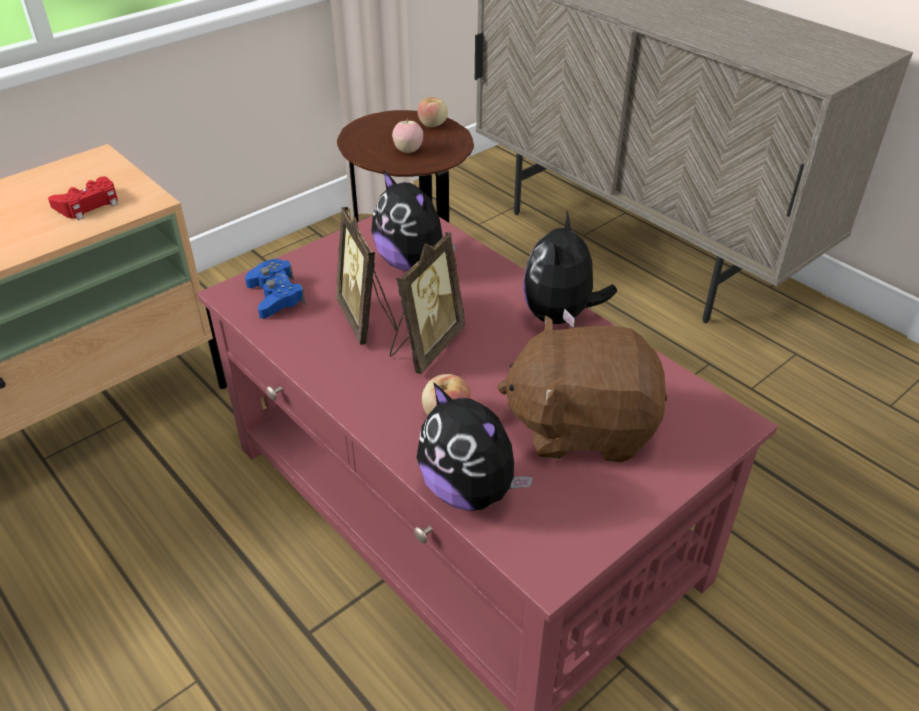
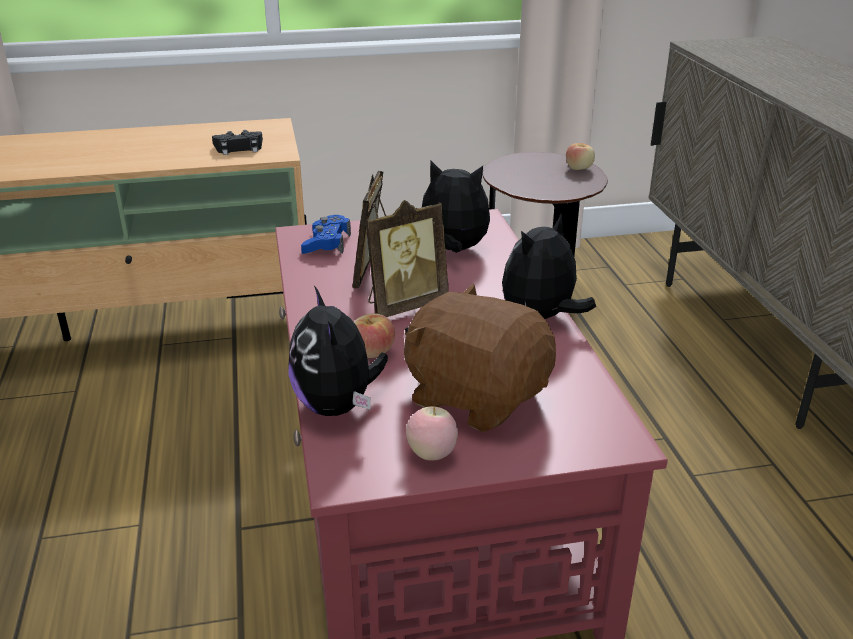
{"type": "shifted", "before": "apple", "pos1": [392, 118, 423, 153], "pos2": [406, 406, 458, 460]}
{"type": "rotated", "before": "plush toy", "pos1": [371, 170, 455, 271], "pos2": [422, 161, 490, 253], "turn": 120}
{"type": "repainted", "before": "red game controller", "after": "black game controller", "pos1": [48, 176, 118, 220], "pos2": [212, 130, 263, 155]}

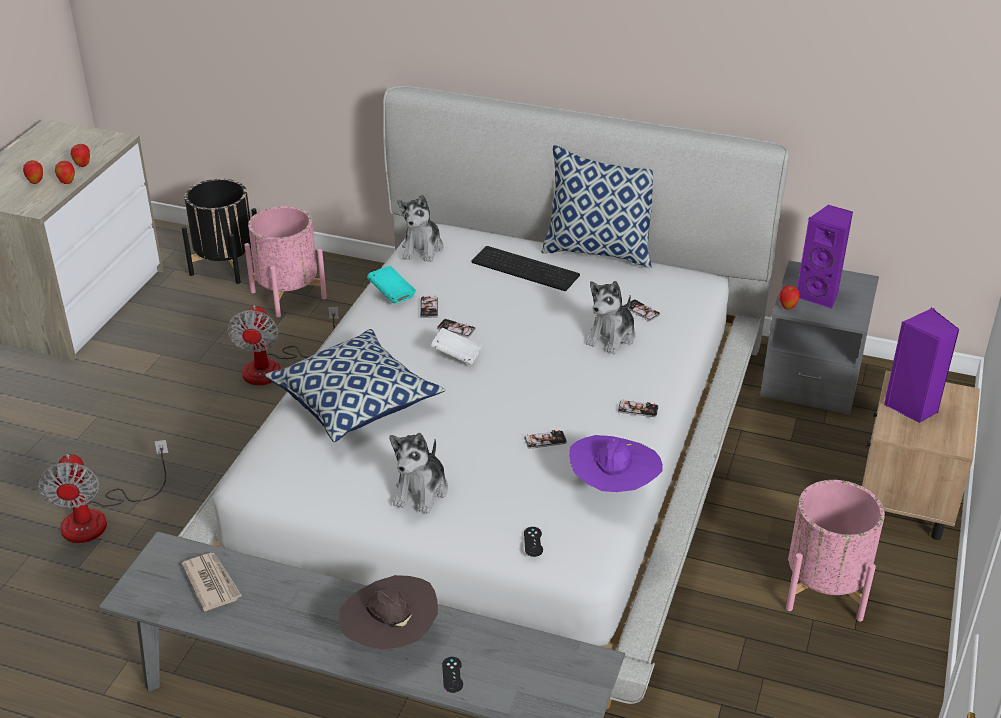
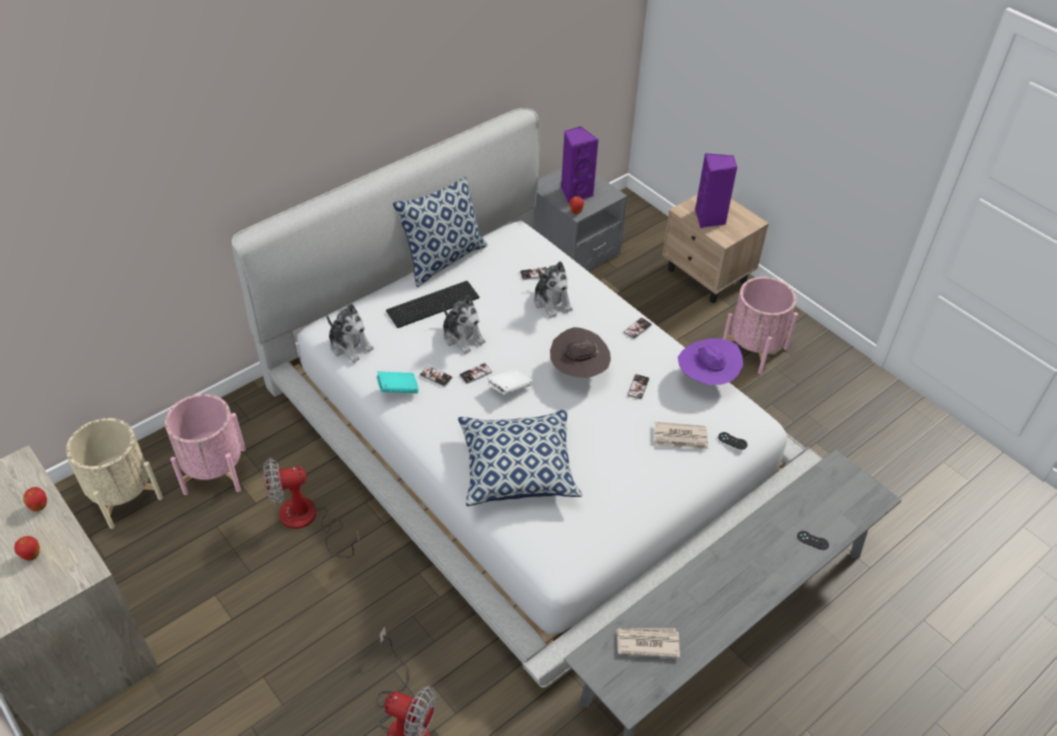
{"type": "gone", "before": "apple", "pos1": [55, 161, 75, 184]}
{"type": "repainted", "before": "black planter", "after": "beige planter", "pos1": [182, 179, 257, 284], "pos2": [66, 418, 163, 529]}
{"type": "rotated", "before": "fan", "pos1": [227, 305, 339, 385], "pos2": [263, 458, 360, 558], "turn": 135}
{"type": "shifted", "before": "plush toy", "pos1": [389, 433, 448, 514], "pos2": [443, 295, 486, 354]}
{"type": "shifted", "before": "brown hat", "pos1": [339, 575, 438, 650], "pos2": [550, 327, 611, 378]}
{"type": "new", "after": "newspaper", "pos2": [654, 422, 709, 449]}

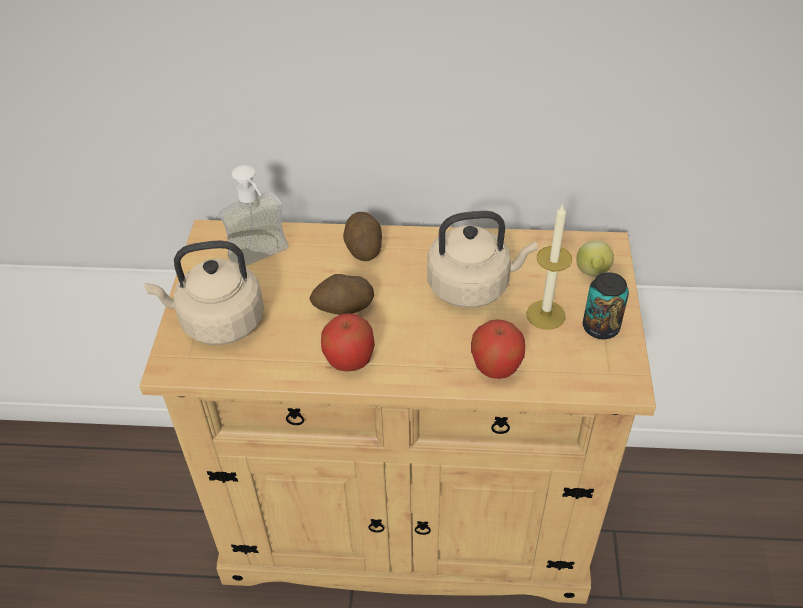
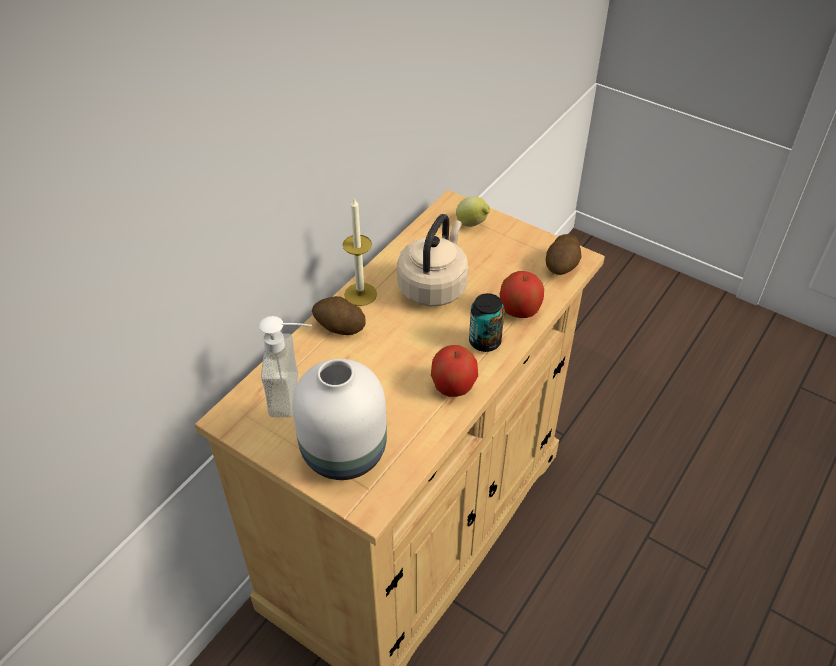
{"type": "shifted", "before": "candle", "pos1": [526, 204, 572, 330], "pos2": [343, 198, 377, 306]}
{"type": "swapped", "before": "beige kettle", "after": "white vase", "pos1": [145, 241, 264, 345], "pos2": [292, 359, 387, 480]}
{"type": "shifted", "before": "can", "pos1": [583, 272, 629, 339], "pos2": [469, 293, 505, 352]}
{"type": "shifted", "before": "potato", "pos1": [309, 274, 374, 315], "pos2": [546, 234, 582, 275]}

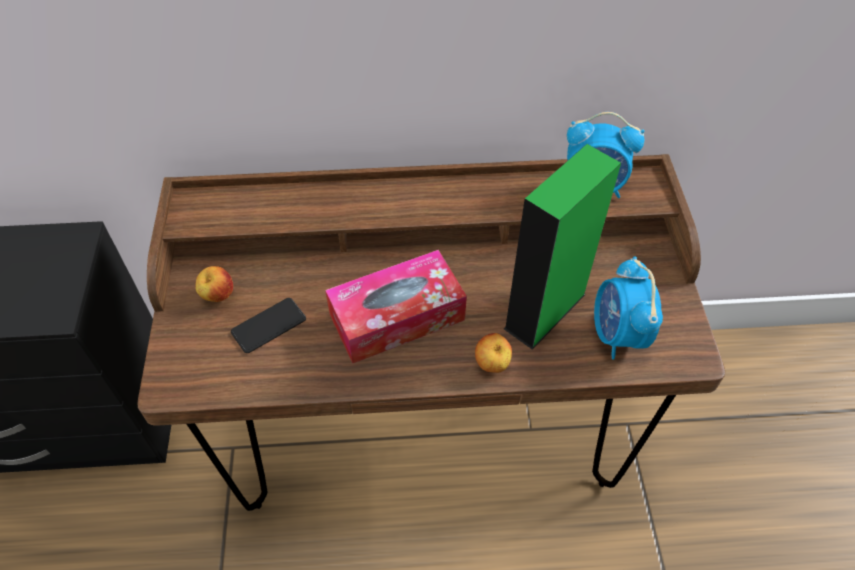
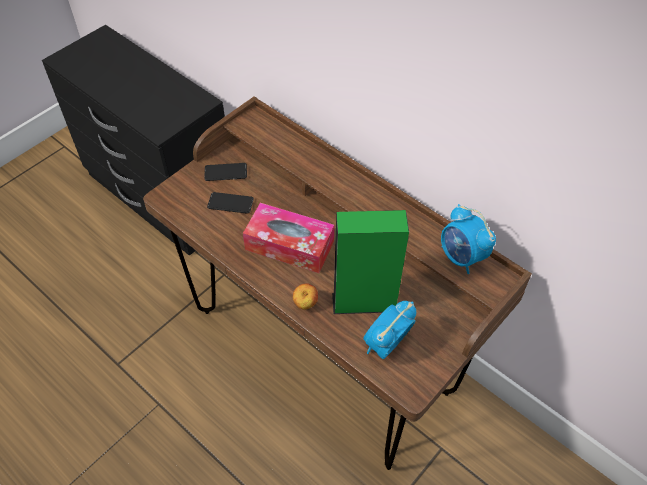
{"type": "swapped", "before": "apple", "after": "phone", "pos1": [195, 266, 233, 302], "pos2": [205, 163, 247, 181]}

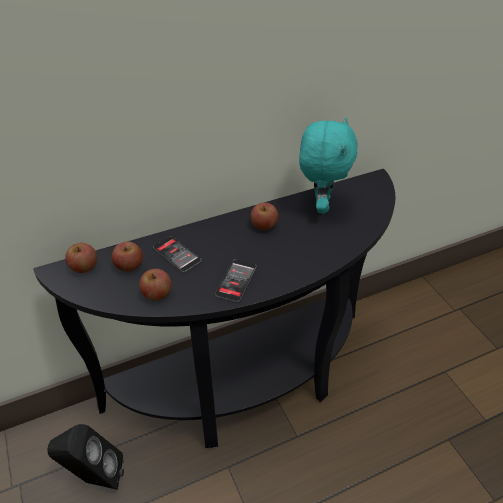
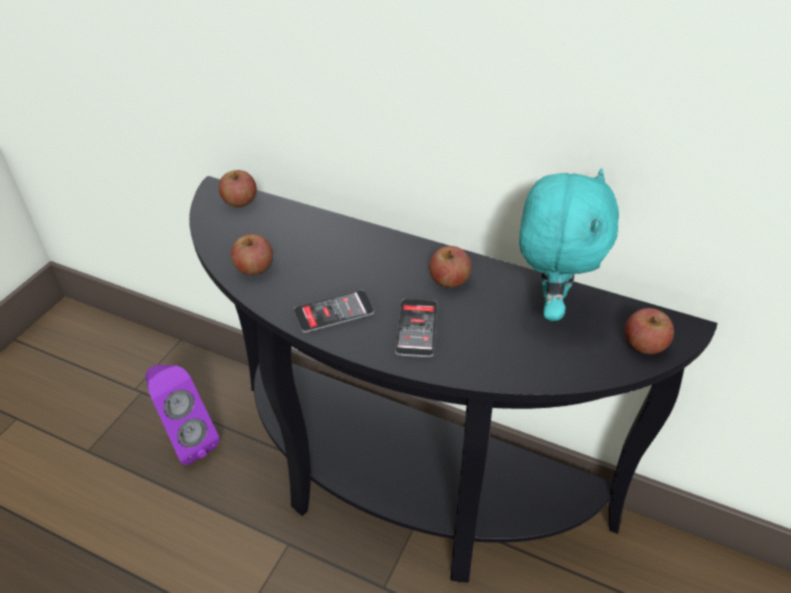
{"type": "rotated", "before": "turquoise plush toy", "pos1": [299, 117, 358, 214], "pos2": [519, 168, 619, 321], "turn": -45}
{"type": "shifted", "before": "phone", "pos1": [153, 236, 202, 272], "pos2": [395, 299, 437, 357]}
{"type": "shifted", "before": "apple", "pos1": [112, 242, 143, 272], "pos2": [625, 308, 674, 354]}
{"type": "repainted", "before": "black speaker", "after": "purple speaker", "pos1": [47, 424, 124, 490], "pos2": [145, 365, 219, 465]}

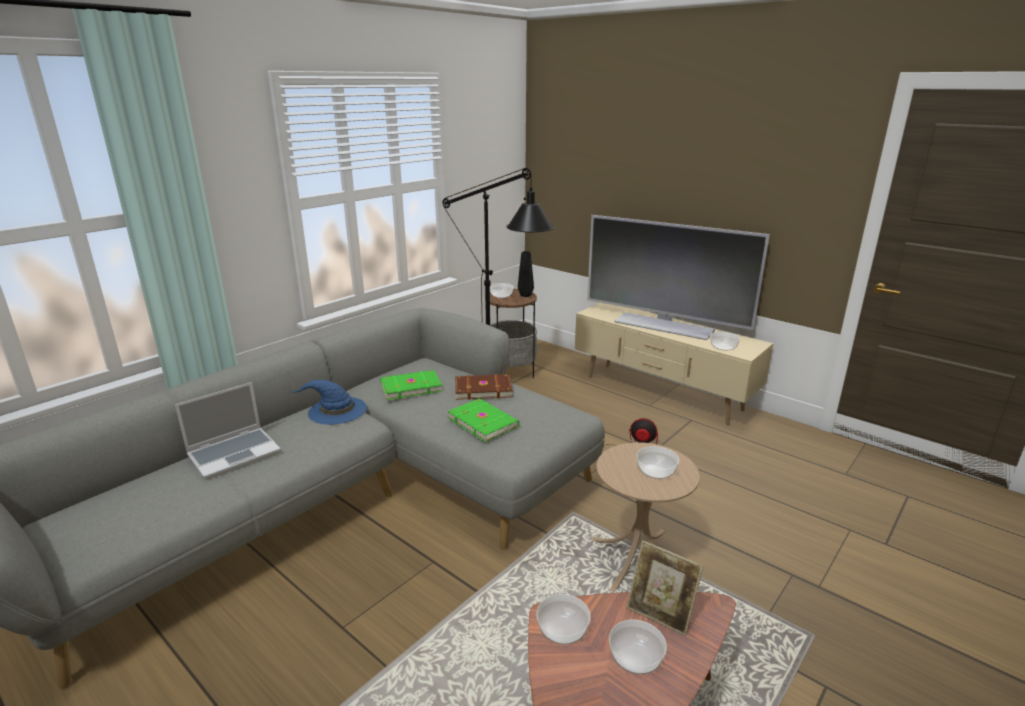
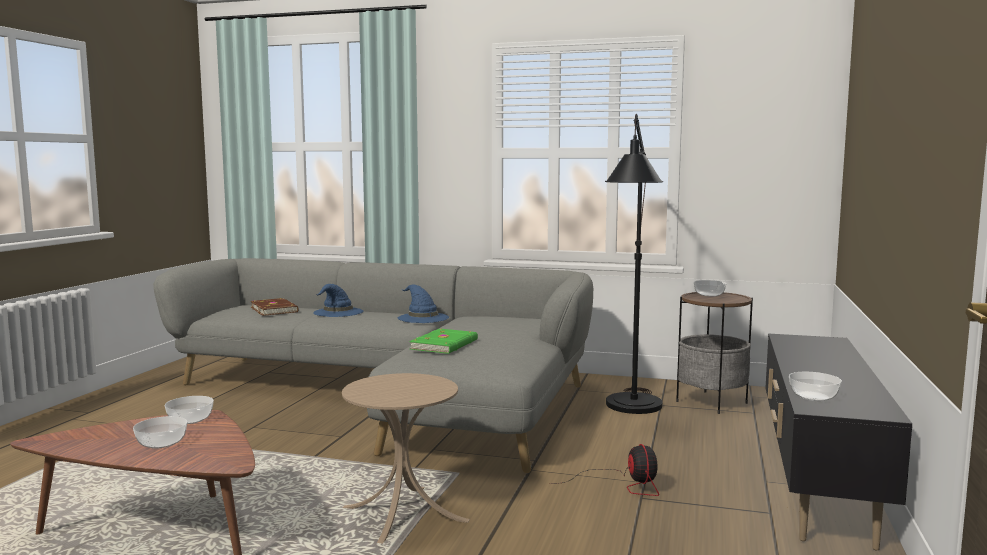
{"type": "gone", "before": "television", "pos1": [587, 215, 770, 340]}
{"type": "gone", "before": "black vase", "pos1": [518, 251, 534, 297]}
{"type": "repainted", "before": "beige tv stand", "after": "black tv stand", "pos1": [575, 303, 773, 425], "pos2": [766, 333, 912, 550]}
{"type": "gone", "before": "green book", "pos1": [380, 370, 443, 400]}
{"type": "shifted", "before": "brown book", "pos1": [455, 374, 513, 400], "pos2": [250, 298, 299, 316]}
{"type": "swapped", "before": "laptop", "after": "blue hat", "pos1": [175, 382, 281, 479], "pos2": [313, 284, 363, 317]}
{"type": "gone", "before": "bowl", "pos1": [636, 446, 679, 479]}
{"type": "gone", "before": "picture frame", "pos1": [626, 540, 704, 636]}

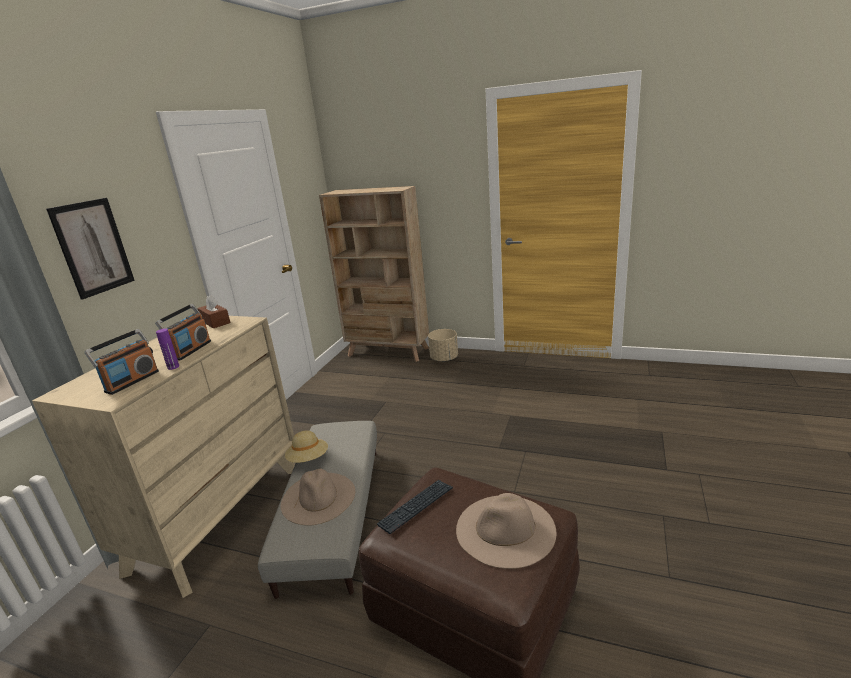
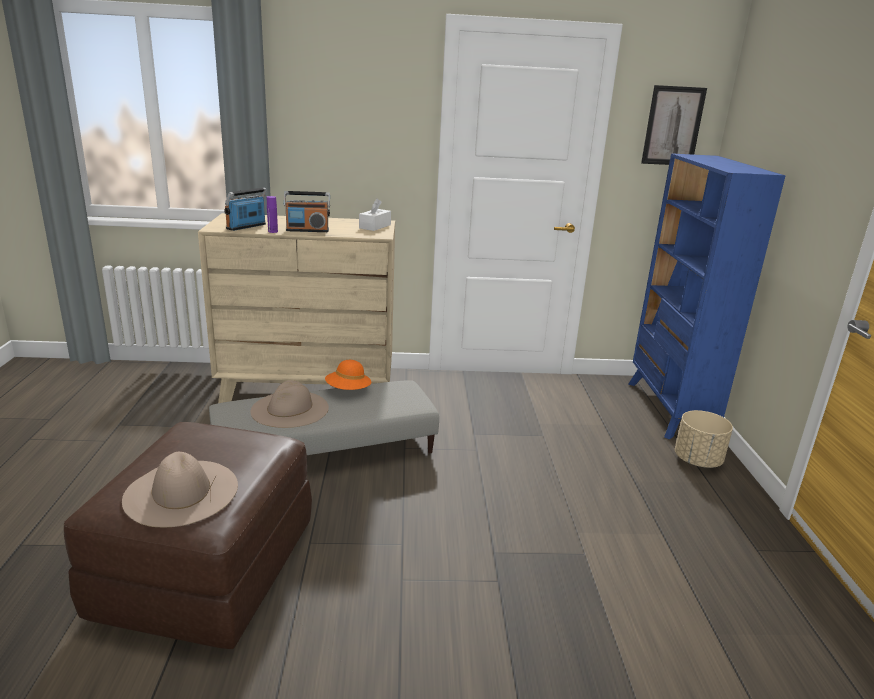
{"type": "repainted", "before": "beige bookcase", "after": "blue bookcase", "pos1": [319, 186, 429, 362], "pos2": [628, 153, 786, 439]}
{"type": "shifted", "before": "picture", "pos1": [46, 198, 135, 300], "pos2": [641, 85, 707, 165]}
{"type": "repainted", "before": "brown tissue box", "after": "white tissue box", "pos1": [197, 295, 230, 328], "pos2": [359, 198, 391, 231]}
{"type": "rotated", "before": "radio", "pos1": [85, 329, 159, 395], "pos2": [224, 187, 267, 231], "turn": 120}
{"type": "repainted", "before": "beige hat", "after": "orange hat", "pos1": [285, 430, 328, 463], "pos2": [325, 360, 371, 390]}
{"type": "gone", "before": "keyboard", "pos1": [377, 480, 453, 534]}

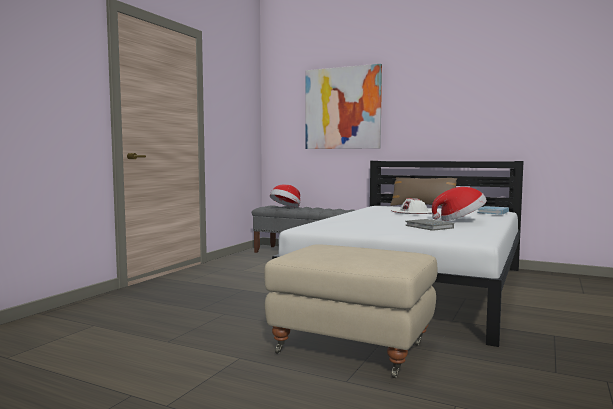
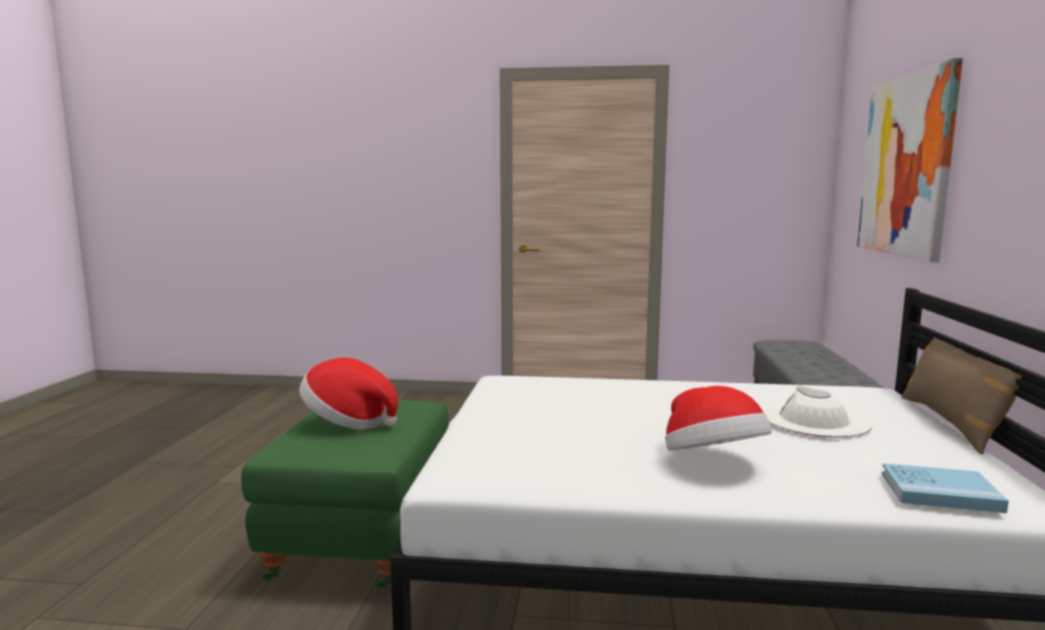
{"type": "shifted", "before": "hat", "pos1": [270, 184, 300, 207], "pos2": [299, 358, 398, 430]}
{"type": "gone", "before": "grey book", "pos1": [405, 219, 454, 231]}
{"type": "repainted", "before": "beige ottoman", "after": "green ottoman", "pos1": [264, 244, 438, 378], "pos2": [241, 400, 449, 589]}

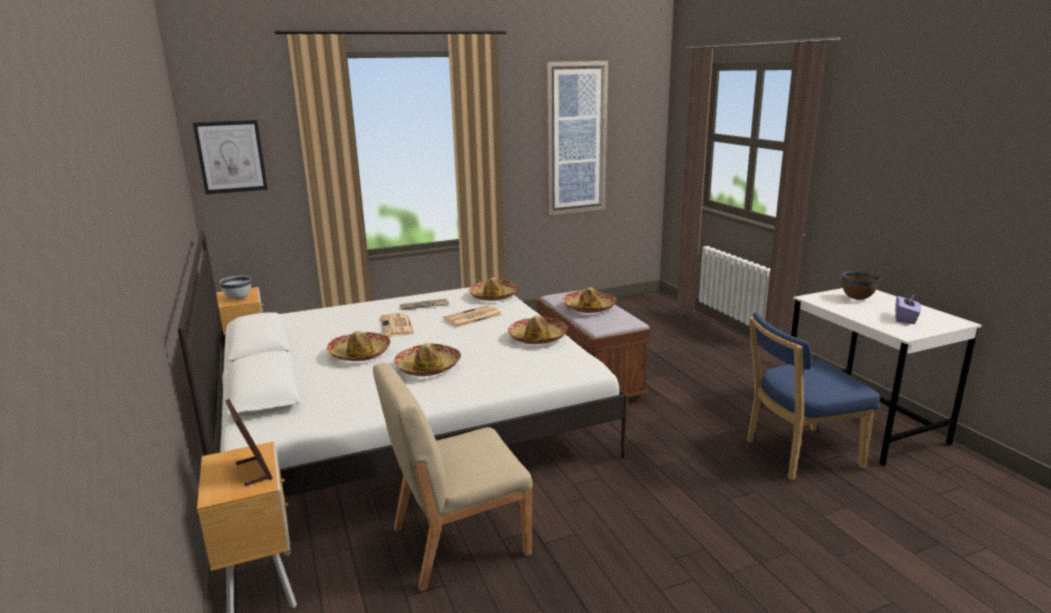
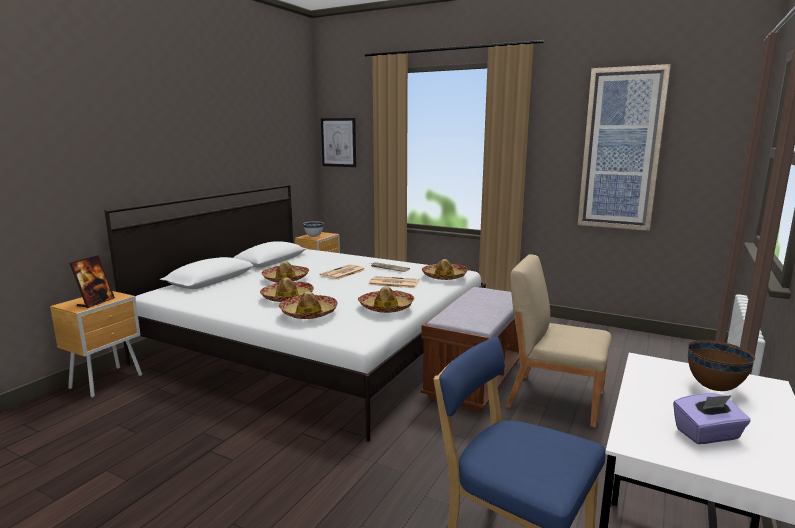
{"type": "shifted", "before": "hat", "pos1": [563, 287, 617, 313], "pos2": [278, 292, 338, 319]}
{"type": "shifted", "before": "beige chair", "pos1": [373, 363, 533, 591], "pos2": [506, 254, 612, 428]}

